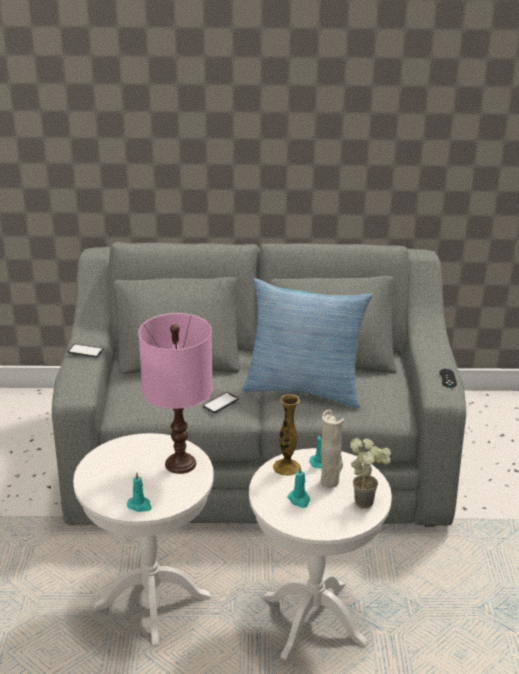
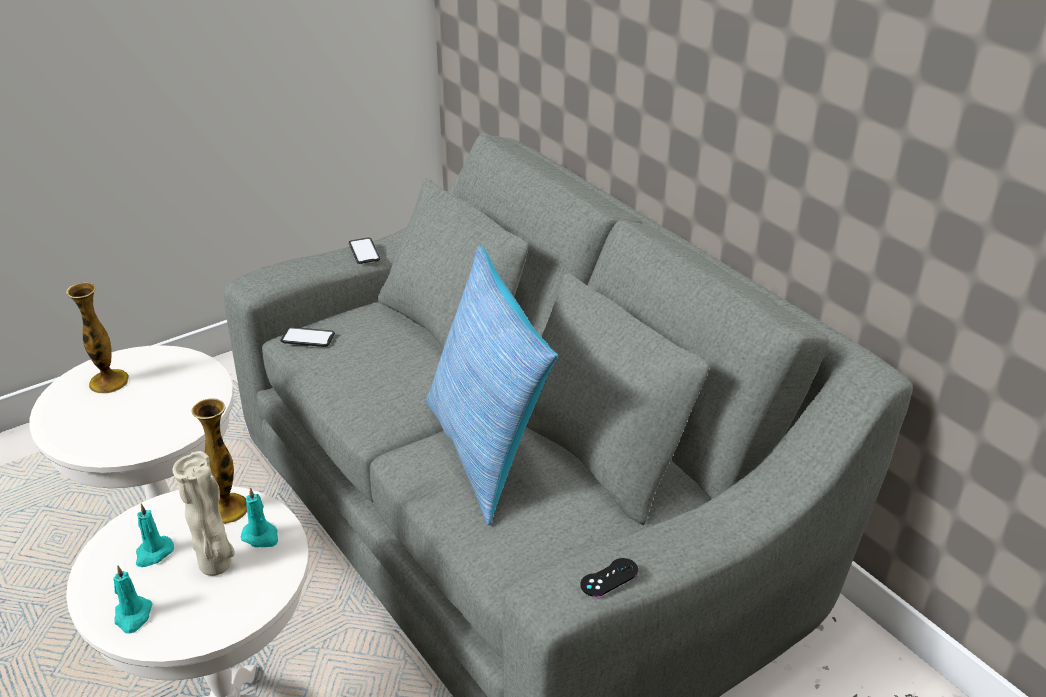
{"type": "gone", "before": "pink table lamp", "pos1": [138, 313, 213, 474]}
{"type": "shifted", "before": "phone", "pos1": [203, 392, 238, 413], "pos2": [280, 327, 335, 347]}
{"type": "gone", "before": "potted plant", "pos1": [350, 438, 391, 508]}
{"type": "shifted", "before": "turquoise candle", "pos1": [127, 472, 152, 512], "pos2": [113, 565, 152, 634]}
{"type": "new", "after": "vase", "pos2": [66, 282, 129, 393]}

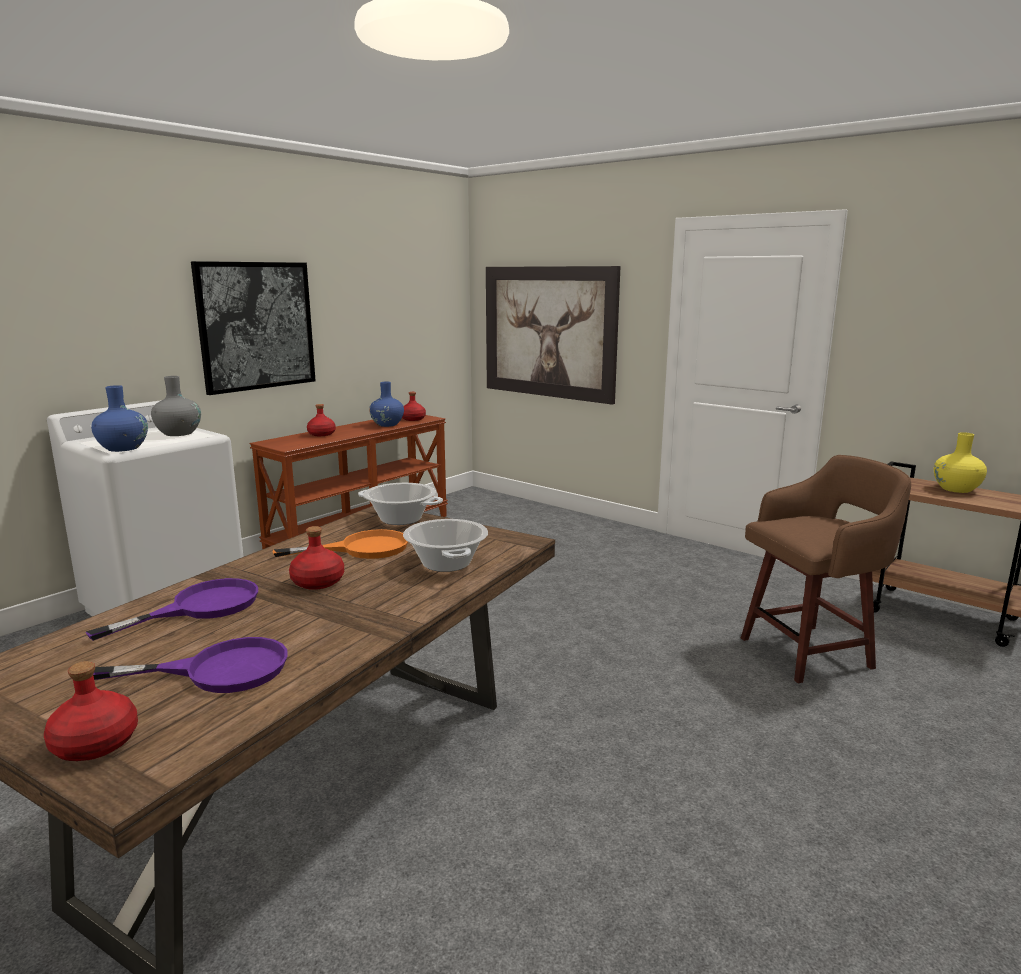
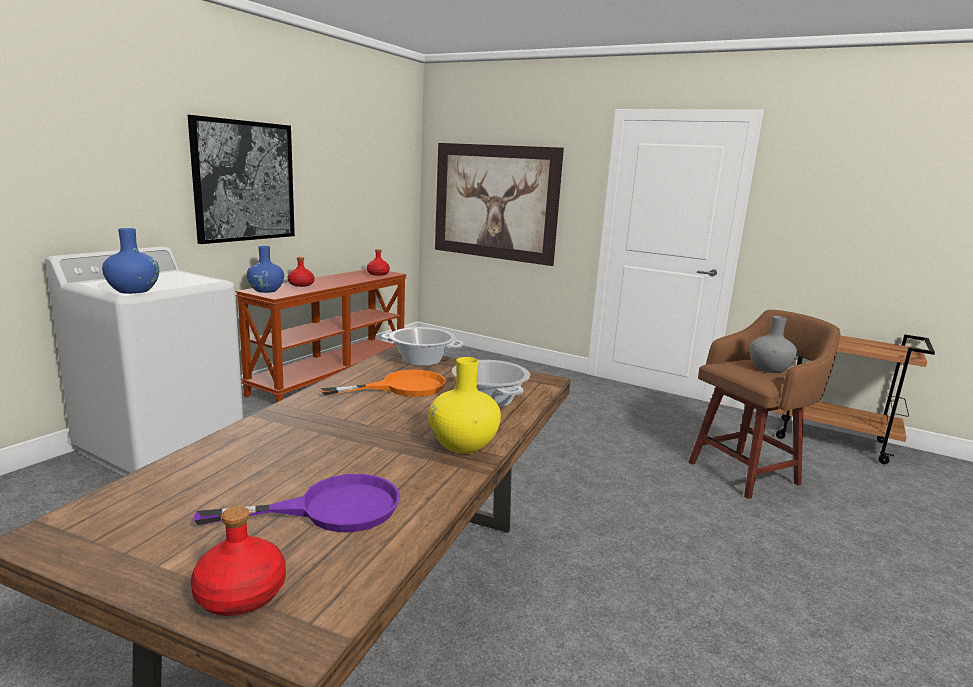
{"type": "shifted", "before": "grey vase", "pos1": [151, 376, 201, 436], "pos2": [750, 316, 797, 373]}
{"type": "shifted", "before": "blue vase", "pos1": [369, 382, 404, 427], "pos2": [247, 246, 284, 293]}
{"type": "shifted", "before": "yellow vase", "pos1": [934, 432, 987, 493], "pos2": [429, 357, 501, 454]}
{"type": "gone", "before": "red bottle", "pos1": [289, 526, 344, 590]}
{"type": "gone", "before": "purple frying pan", "pos1": [86, 578, 258, 641]}

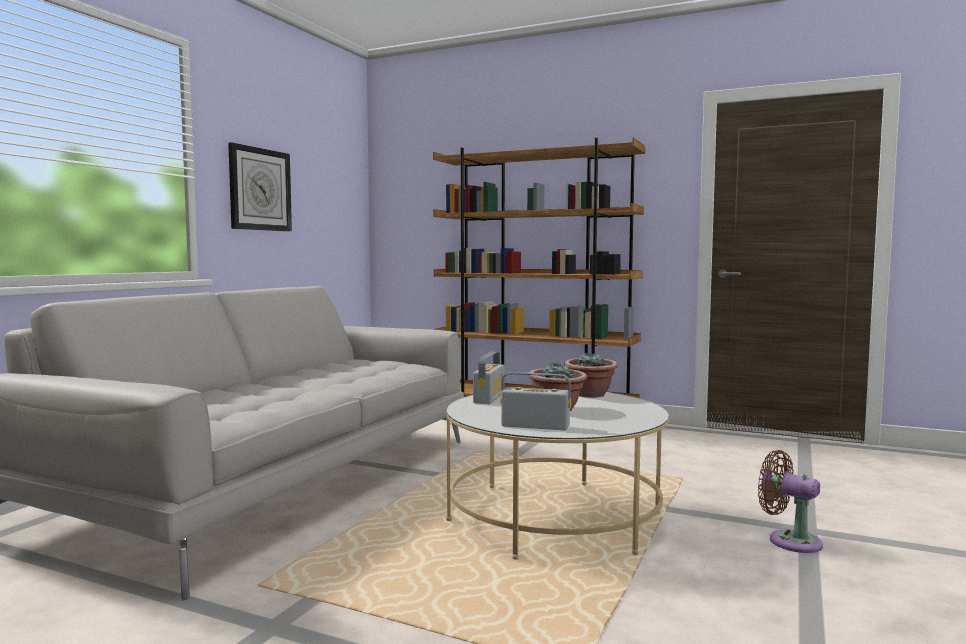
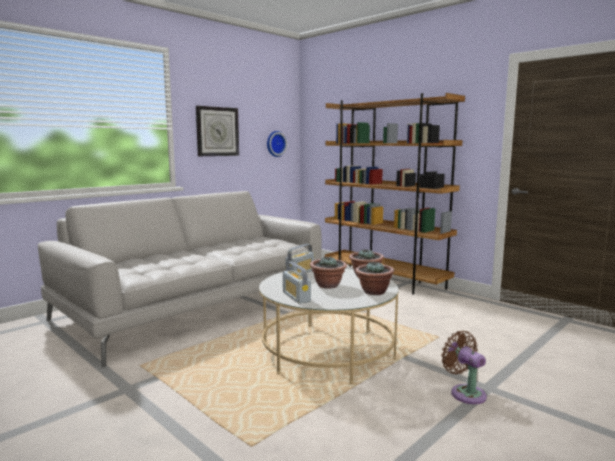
{"type": "rotated", "before": "radio", "pos1": [500, 372, 571, 430], "pos2": [283, 261, 311, 304], "turn": -150}
{"type": "new", "after": "wall clock", "pos2": [267, 131, 287, 157]}
{"type": "new", "after": "potted plant", "pos2": [355, 261, 394, 295]}

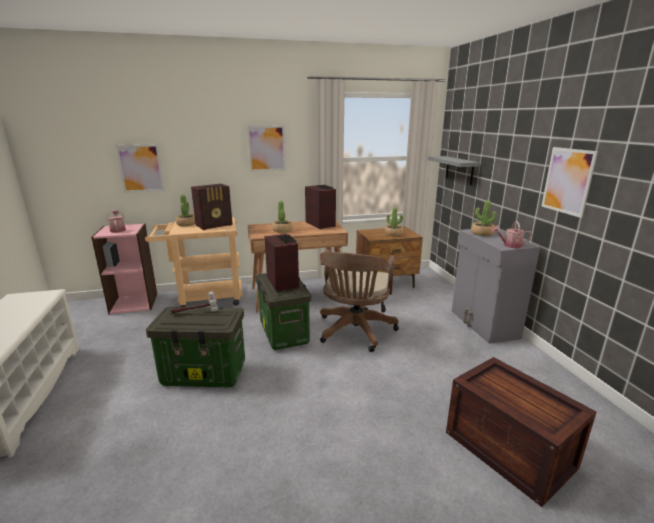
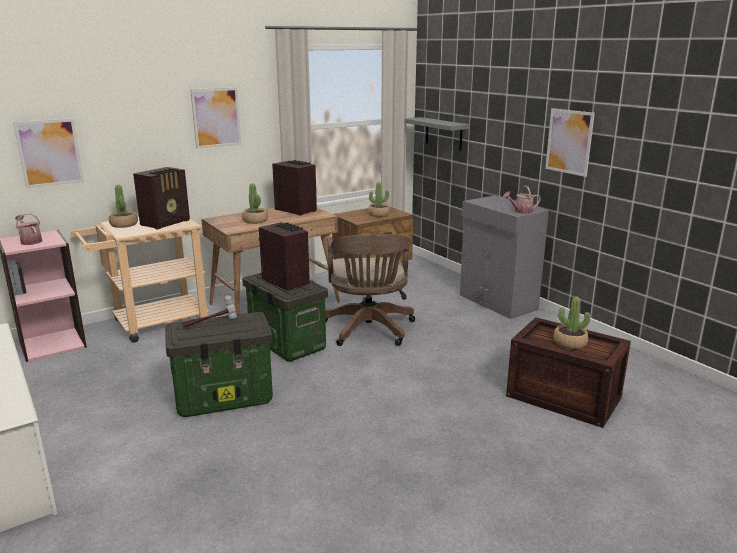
{"type": "shifted", "before": "potted plant", "pos1": [471, 200, 497, 236], "pos2": [553, 297, 590, 349]}

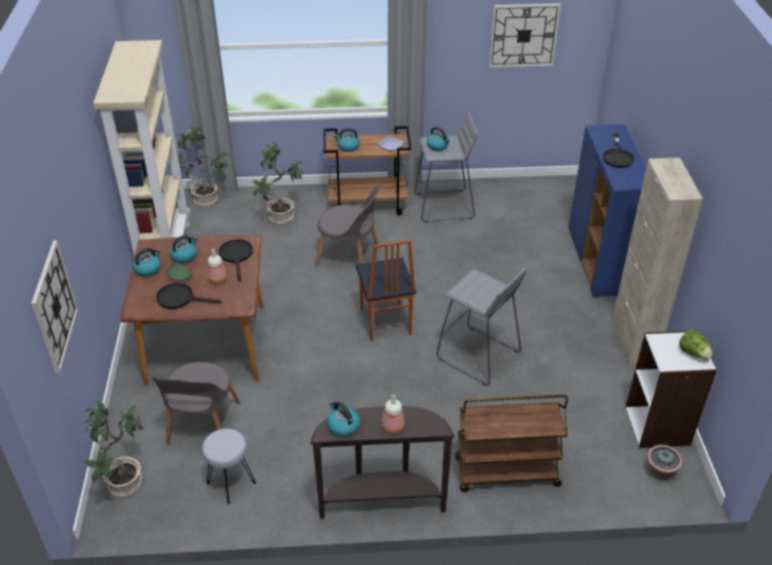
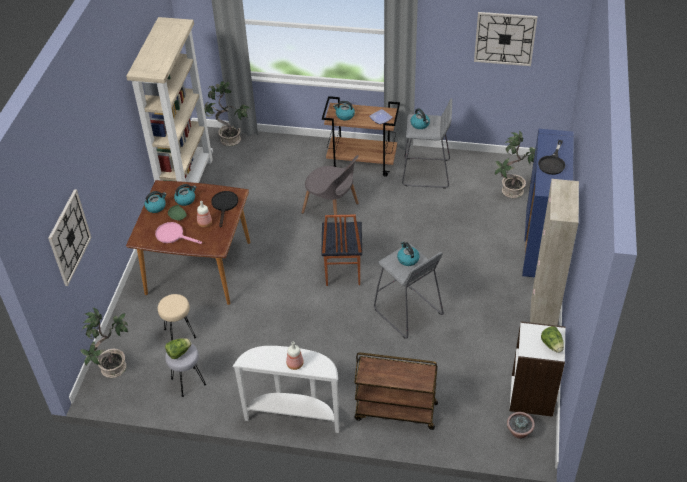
{"type": "shifted", "before": "potted plant", "pos1": [253, 143, 303, 224], "pos2": [495, 131, 535, 198]}
{"type": "repainted", "before": "black frying pan", "after": "pink frying pan", "pos1": [156, 283, 222, 309], "pos2": [155, 222, 202, 244]}
{"type": "swapped", "before": "grey chair", "after": "beige stool", "pos1": [152, 362, 240, 444], "pos2": [158, 294, 196, 341]}
{"type": "shifted", "before": "kettle", "pos1": [327, 401, 360, 437], "pos2": [397, 241, 420, 266]}
{"type": "repainted", "before": "brown console table", "after": "white console table", "pos1": [310, 406, 455, 519], "pos2": [232, 346, 339, 433]}
{"type": "new", "after": "lettuce", "pos2": [165, 338, 192, 359]}

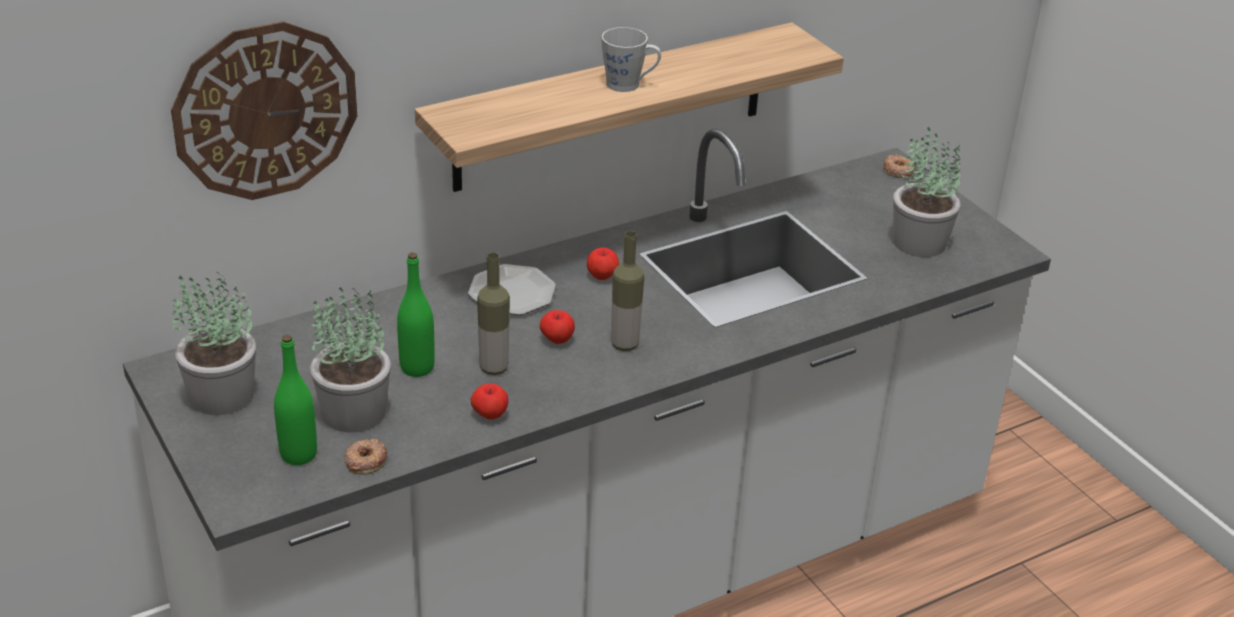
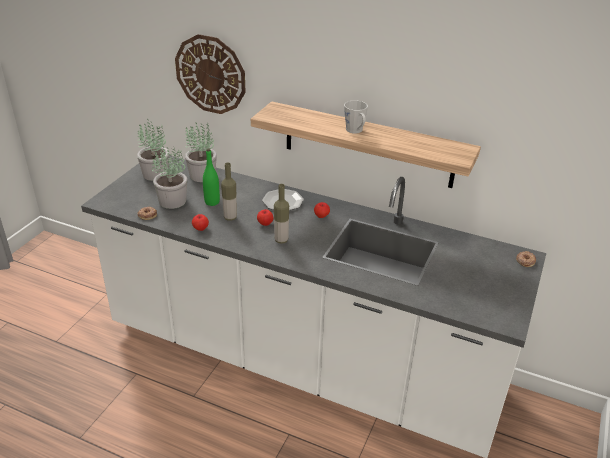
{"type": "shifted", "before": "potted plant", "pos1": [893, 127, 961, 257], "pos2": [185, 123, 217, 182]}
{"type": "gone", "before": "green bottle", "pos1": [274, 335, 317, 465]}

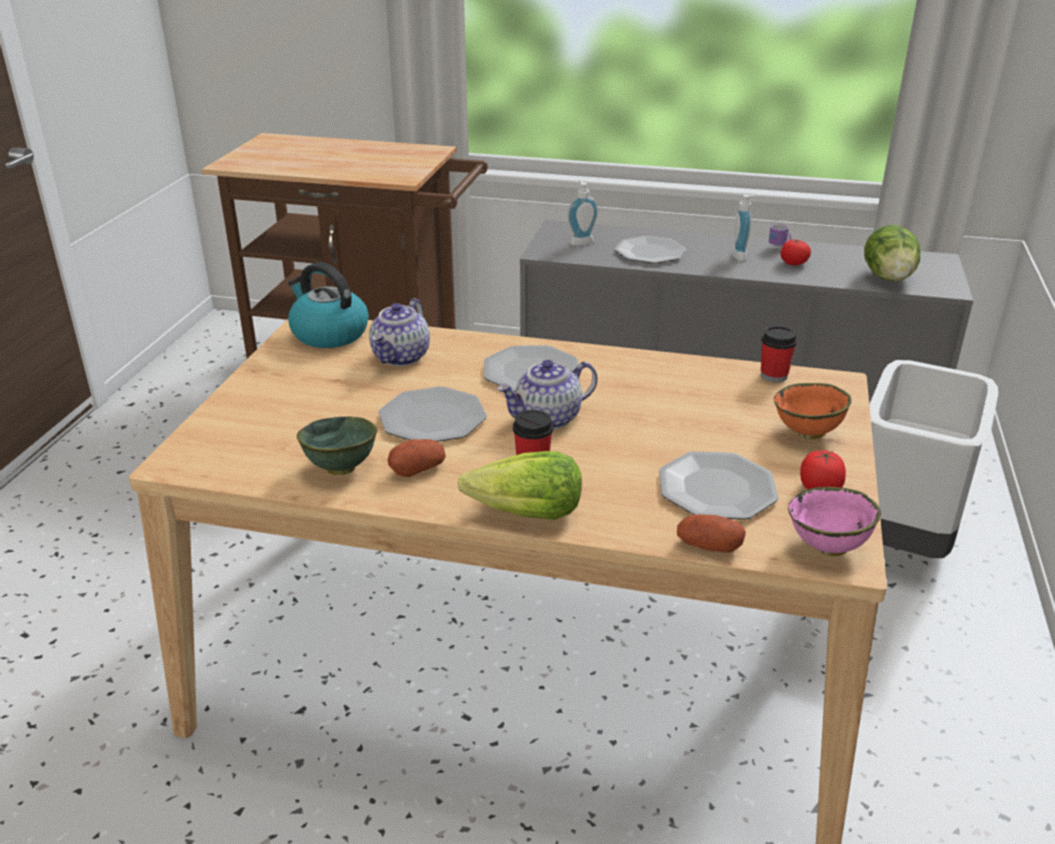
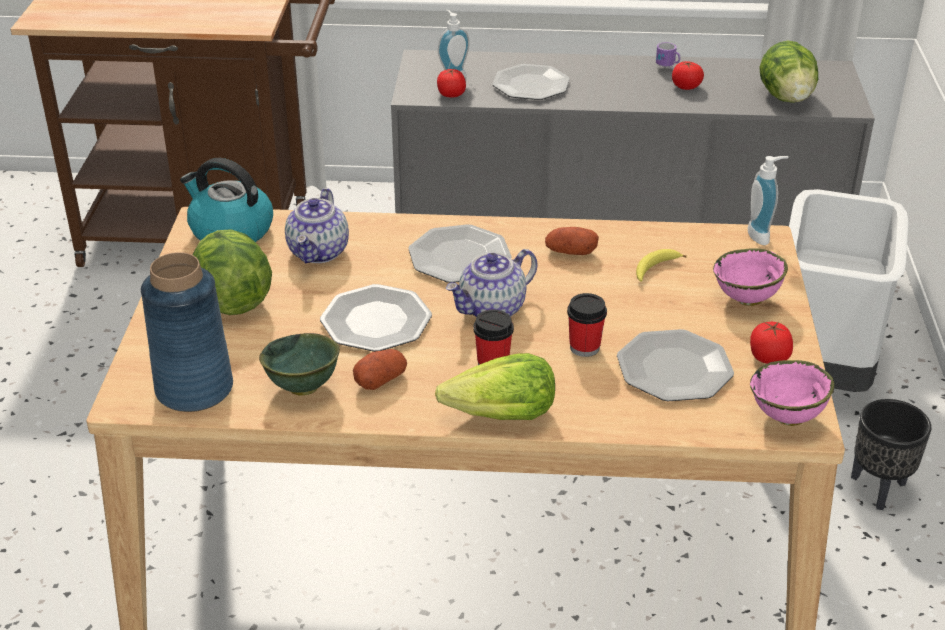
{"type": "shifted", "before": "soap dispenser", "pos1": [732, 195, 760, 261], "pos2": [748, 156, 788, 245]}
{"type": "shifted", "before": "cup", "pos1": [761, 326, 797, 382], "pos2": [567, 293, 607, 357]}
{"type": "repainted", "before": "orange bowl", "after": "pink bowl", "pos1": [774, 383, 852, 439], "pos2": [713, 248, 788, 306]}
{"type": "shifted", "before": "potato", "pos1": [677, 514, 746, 552], "pos2": [545, 227, 599, 255]}
{"type": "new", "after": "tomato", "pos2": [437, 69, 466, 97]}
{"type": "new", "after": "lettuce", "pos2": [193, 230, 272, 315]}
{"type": "new", "after": "banana", "pos2": [636, 249, 687, 282]}
{"type": "new", "after": "blue vase", "pos2": [141, 252, 233, 412]}
{"type": "new", "after": "black planter", "pos2": [851, 399, 932, 510]}

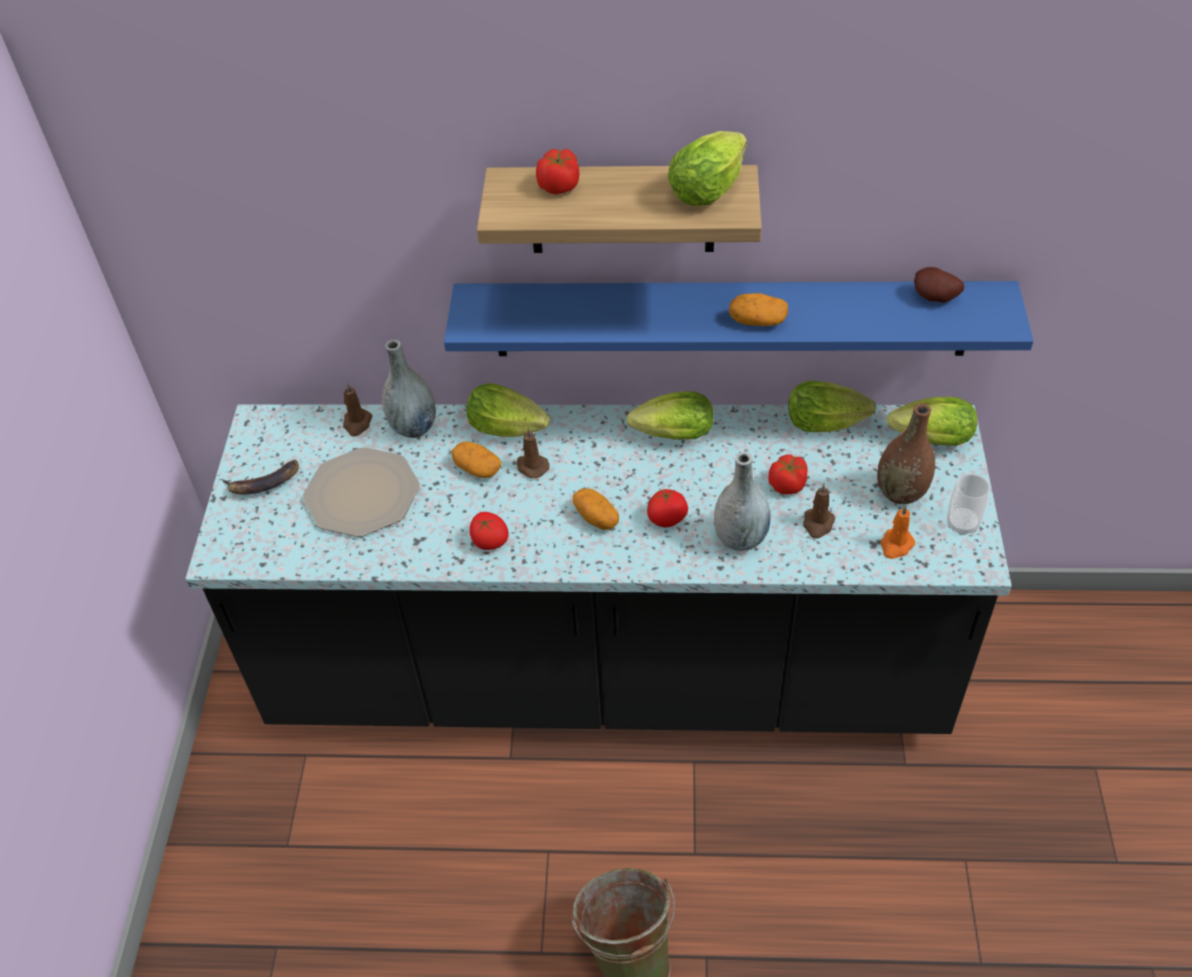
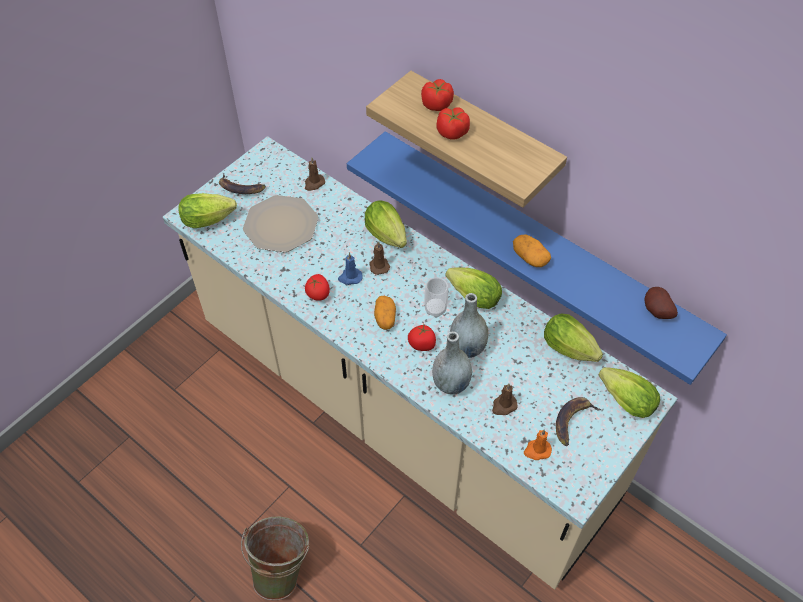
{"type": "shifted", "before": "lettuce", "pos1": [668, 131, 747, 206], "pos2": [178, 193, 237, 228]}
{"type": "shifted", "before": "grey vase", "pos1": [382, 340, 436, 438], "pos2": [450, 293, 488, 358]}
{"type": "swapped", "before": "brown vase", "after": "banana", "pos1": [877, 403, 935, 504], "pos2": [556, 397, 602, 446]}
{"type": "repainted", "before": "black counter", "after": "beige counter", "pos1": [186, 404, 1012, 734], "pos2": [163, 136, 678, 589]}
{"type": "gone", "before": "potato", "pos1": [451, 441, 501, 478]}
{"type": "shifted", "before": "tomato", "pos1": [769, 454, 808, 495], "pos2": [436, 107, 470, 140]}
{"type": "shifted", "before": "cup", "pos1": [947, 474, 990, 535], "pos2": [424, 278, 448, 317]}
{"type": "new", "after": "blue candle", "pos2": [338, 253, 363, 285]}

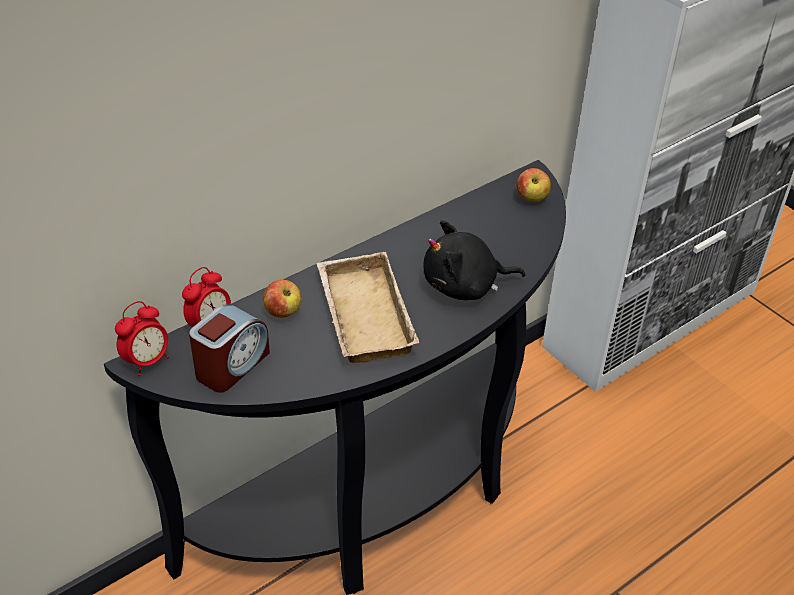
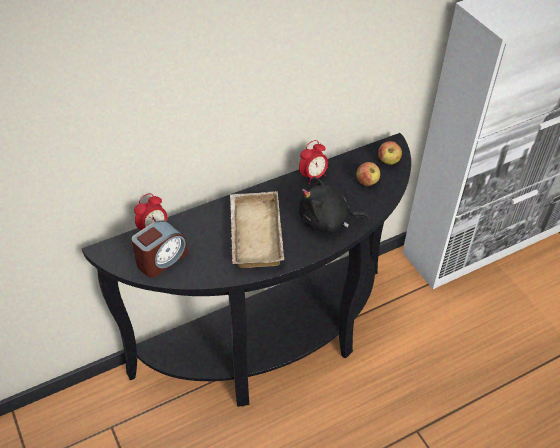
{"type": "shifted", "before": "apple", "pos1": [263, 280, 302, 318], "pos2": [356, 162, 380, 186]}
{"type": "shifted", "before": "alarm clock", "pos1": [115, 301, 169, 376], "pos2": [299, 140, 328, 184]}

